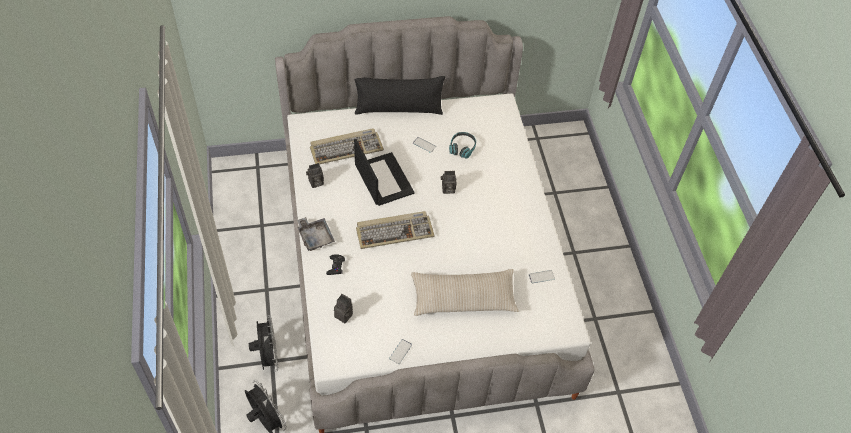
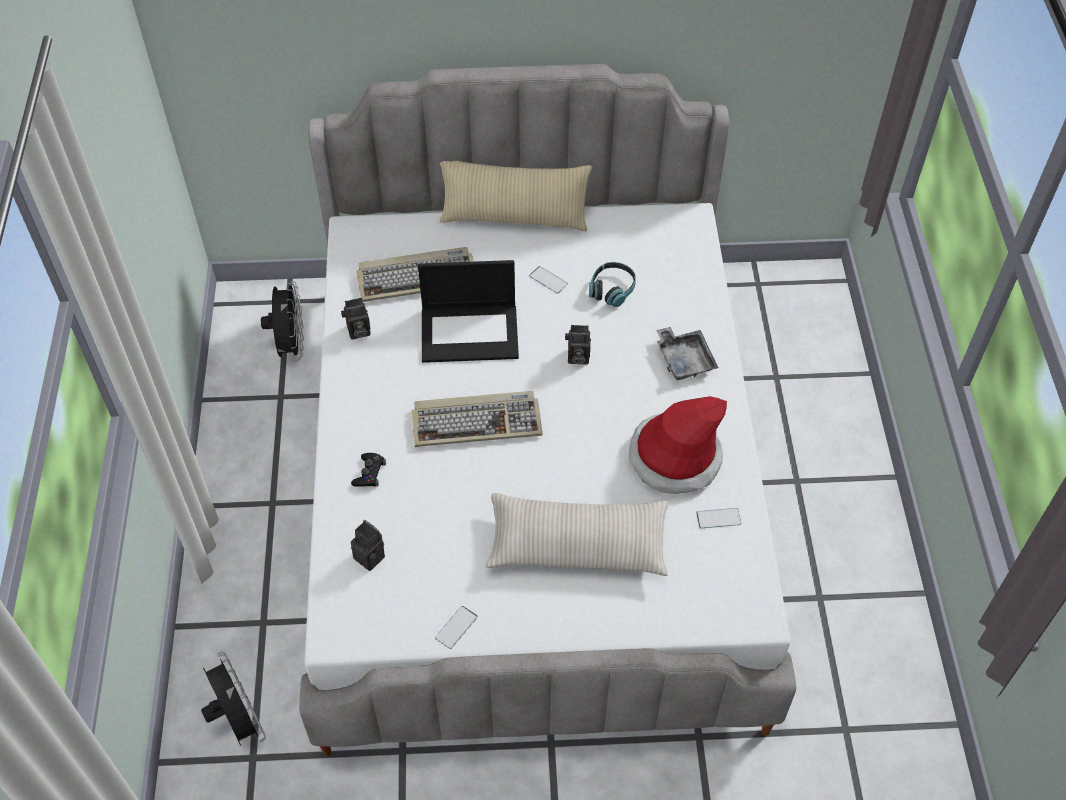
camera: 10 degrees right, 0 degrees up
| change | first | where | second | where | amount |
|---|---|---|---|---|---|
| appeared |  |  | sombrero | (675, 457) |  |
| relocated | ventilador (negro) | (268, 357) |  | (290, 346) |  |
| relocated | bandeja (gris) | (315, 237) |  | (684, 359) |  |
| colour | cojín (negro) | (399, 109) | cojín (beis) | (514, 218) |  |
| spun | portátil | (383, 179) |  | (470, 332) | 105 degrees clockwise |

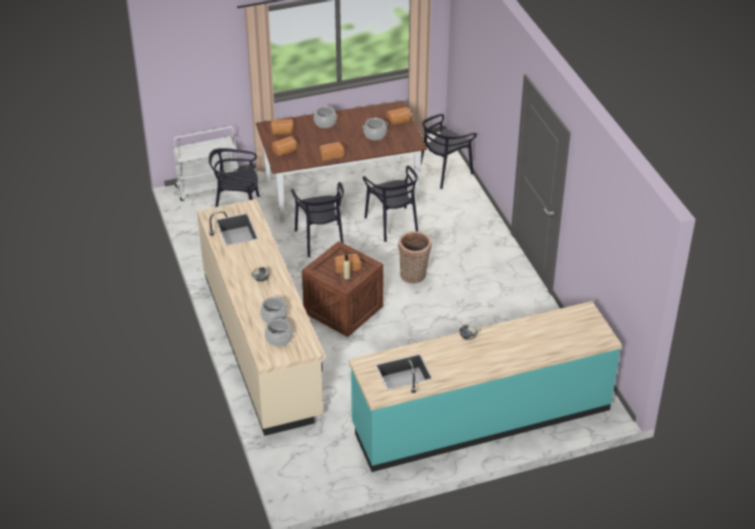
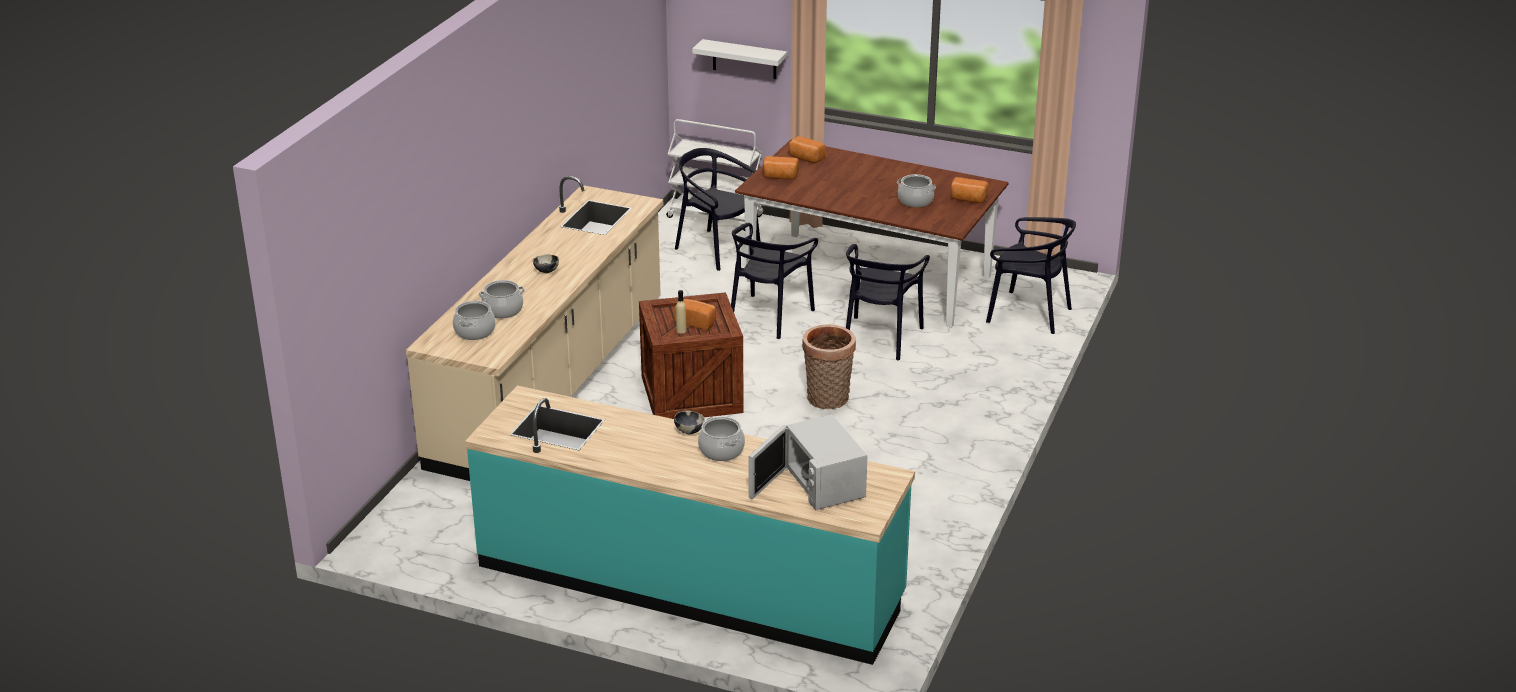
camera: 40 degrees right, 10 degrees down
| change | first | where | second | where | amount |
|---|---|---|---|---|---|
| missing | pan | (331, 155) |  |  |  |
| appeared |  |  | estante (blanco) | (744, 59) |  |
| appeared |  |  | microondas (blanco) | (819, 482) |  |
| relocated | olla | (325, 123) |  | (721, 450) |  |
| spun | silla (negro) | (444, 172) |  | (1028, 314) | 150 degrees counterclockwise |

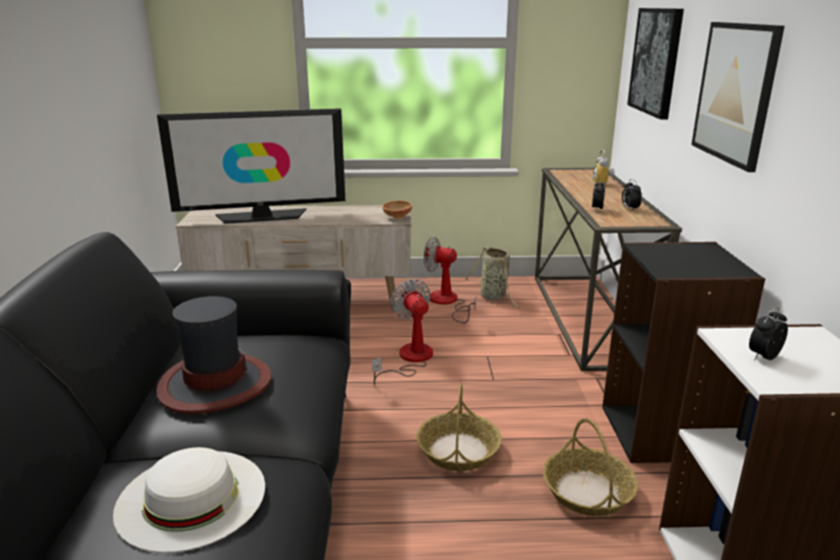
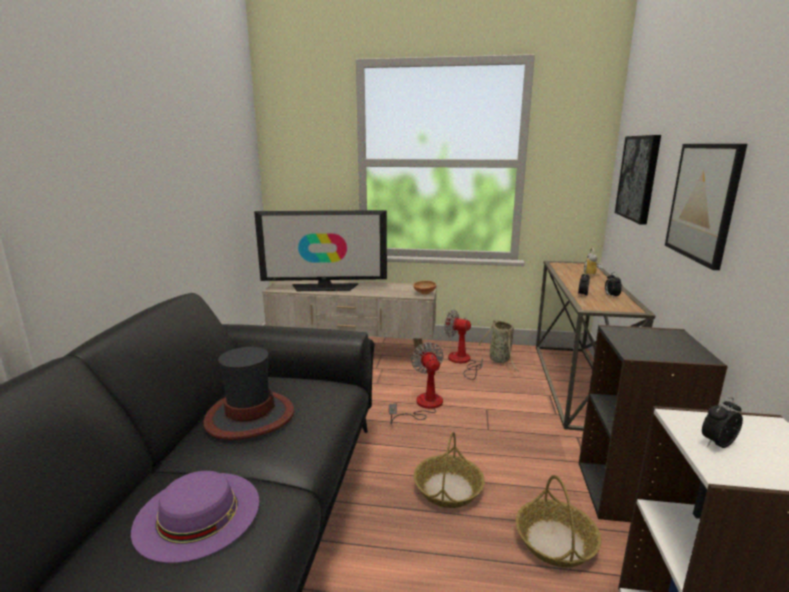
camera: 10 degrees right, 5 degrees down
| change | first | where | second | where | amount |
|---|---|---|---|---|---|
| colour | sombrero (blanco) | (191, 497) | sombrero (morado) | (198, 513) |  |

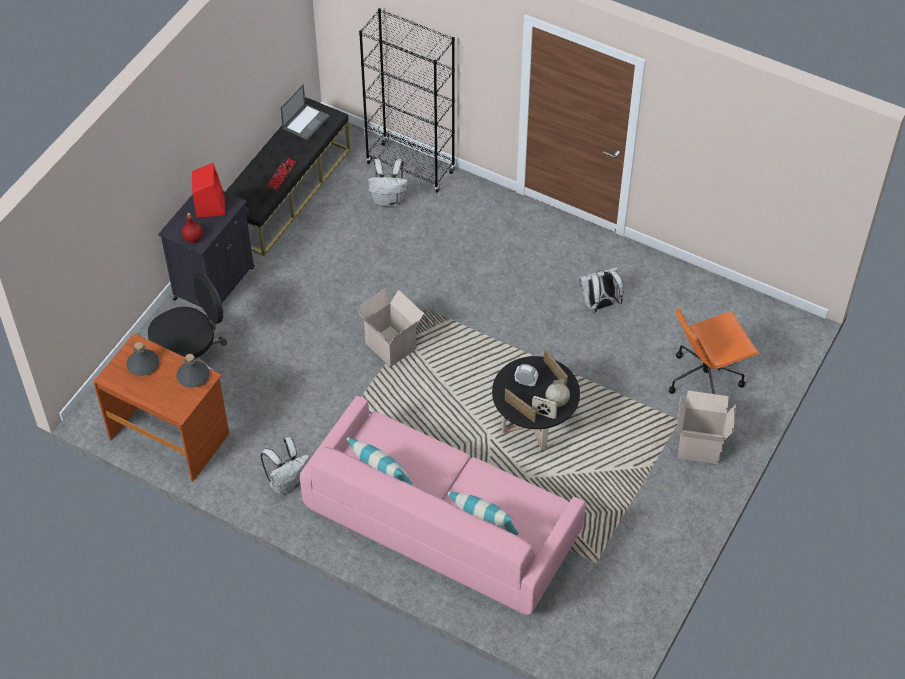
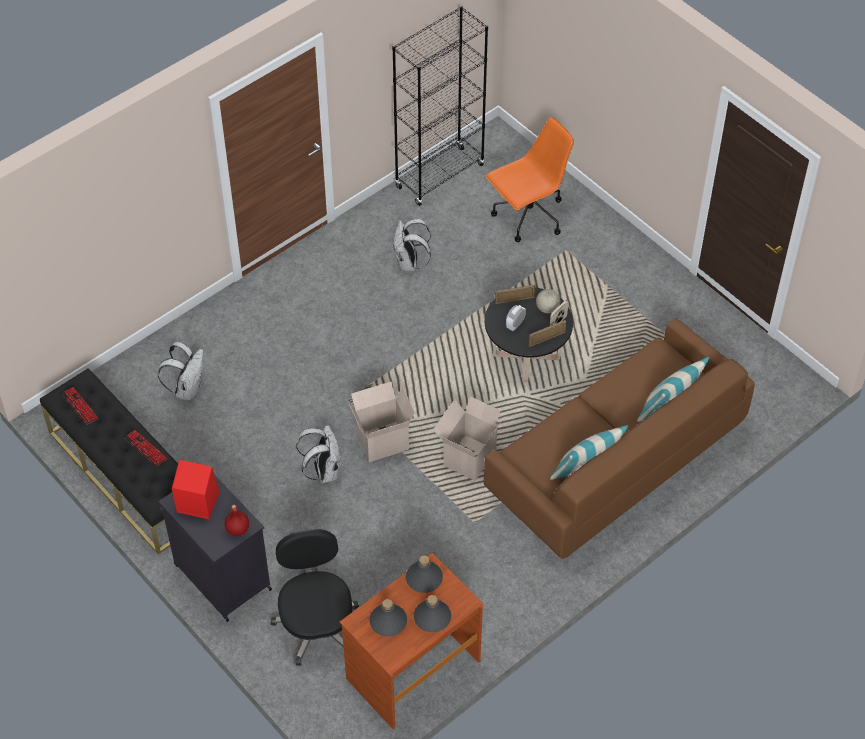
camera: 70 degrees left, 0 degrees up
| change | first | where | second | where | amount |
|---|---|---|---|---|---|
| appeared |  |  | botella (gris) | (432, 618) |  |
| relocated | mochila (blanco) | (287, 483) |  | (324, 471) |  |
| relocated | estantería (negro) | (410, 167) |  | (439, 176) |  |
| relocated | caja de cartón | (700, 445) |  | (468, 456) |  |
| exchanged | portátil | (306, 121) | teclado | (80, 406) |  |
| colour | sofá (rosa) | (442, 525) | sofá (marrón) | (613, 461) |  |
| spun | silla de oficina (naranja) | (705, 378) |  | (528, 217) | 120 degrees counterclockwise |

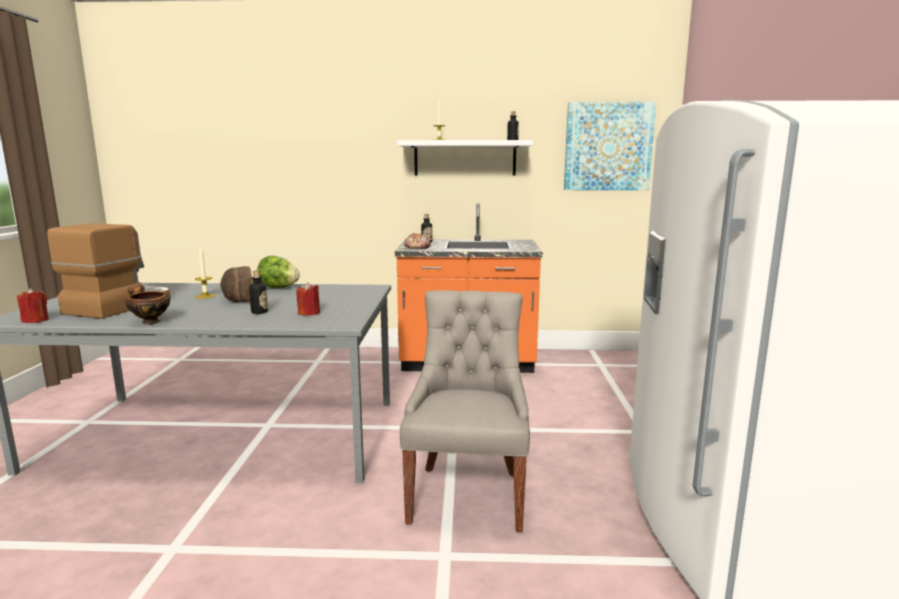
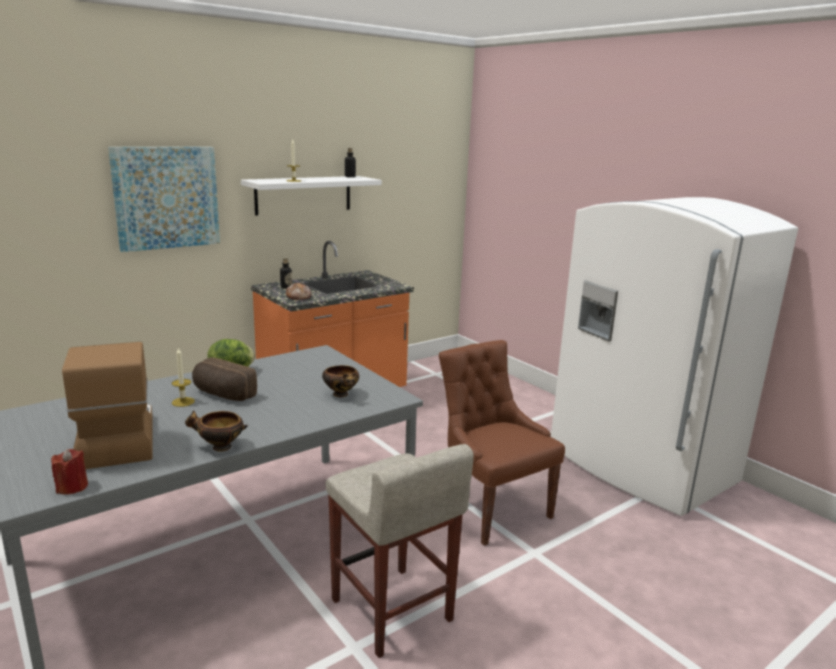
camera: 40 degrees left, 5 degrees up
| change | first | where | second | where | amount |
|---|---|---|---|---|---|
| missing | botella | (259, 312) |  |  |  |
| appeared |  |  | taburete (beis) | (392, 611) |  |
| relocated | cuadro | (608, 146) |  | (166, 197) |  |
| exchanged | vela (rojo) | (309, 313) | cuenco | (341, 395) |  |
| colour | silla (gris) | (467, 495) | silla (marrón) | (491, 508) |  |

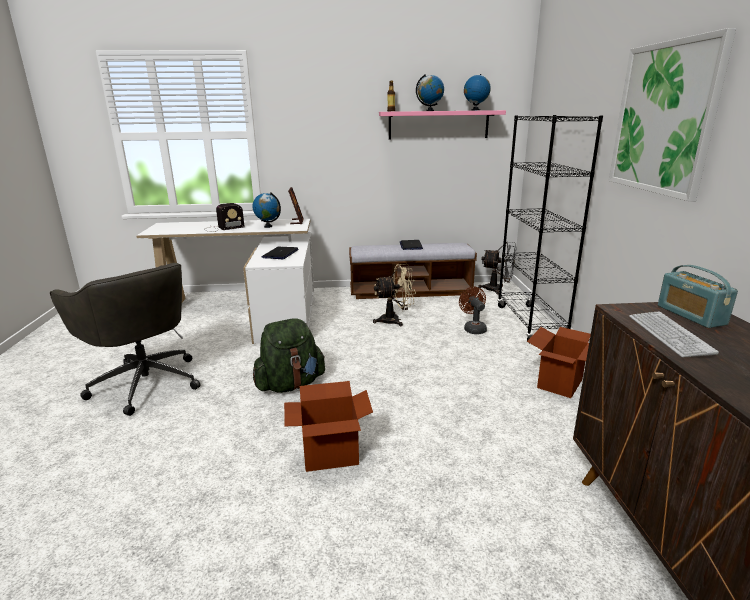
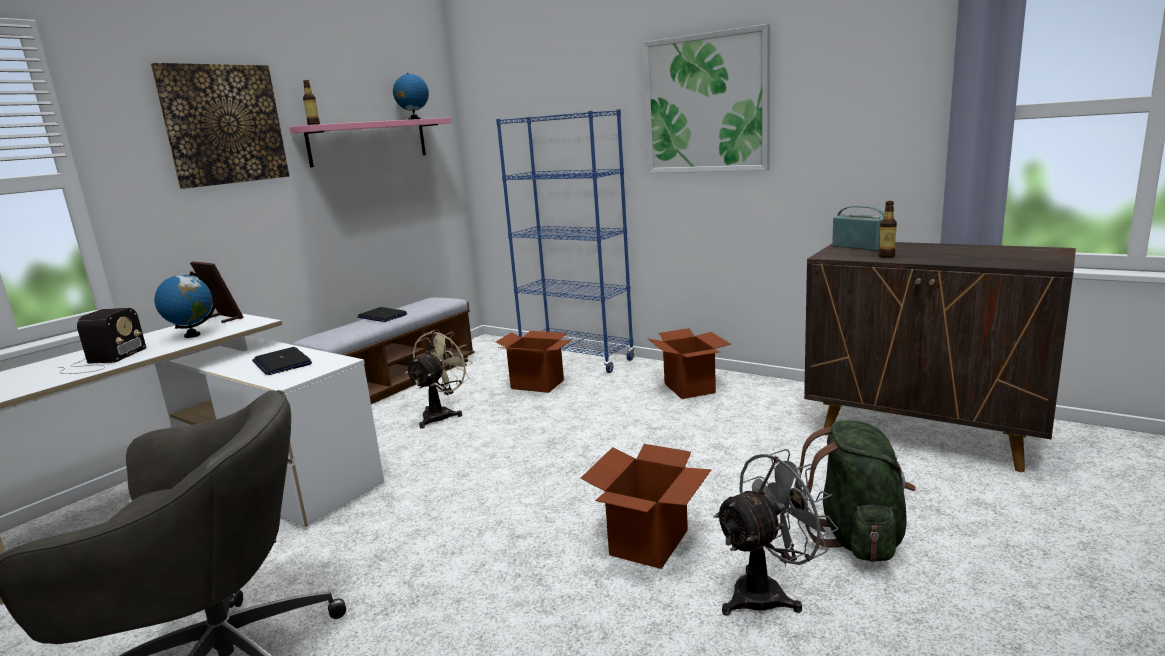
camera: 50 degrees left, 5 degrees down
| change | first | where | second | where | amount |
|---|---|---|---|---|---|
| missing | globo terráqueo | (430, 110) |  |  |  |
| appeared |  |  | cuadro | (224, 124) |  |
| relocated | mochila (verde) | (290, 384) |  | (856, 537) |  |
| relocated | ventilador (gris) | (497, 290) |  | (768, 592) |  |
| exchanged | ventilador (marrón) | (473, 328) | caja de cartón | (538, 384) |  |
| exchanged | teclado | (669, 335) | botella | (886, 256) |  |
| colour | estantería (negro) | (530, 323) | estantería (azul) | (577, 359) |  |
| spun | radio | (690, 315) |  | (860, 247) | 150 degrees counterclockwise |

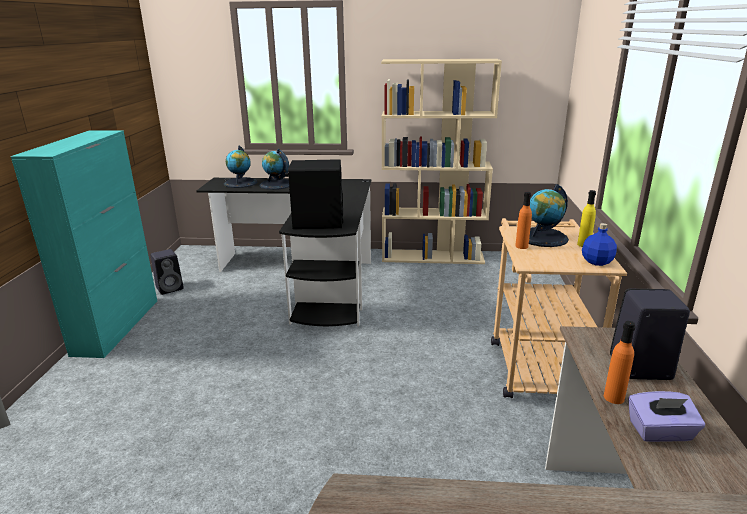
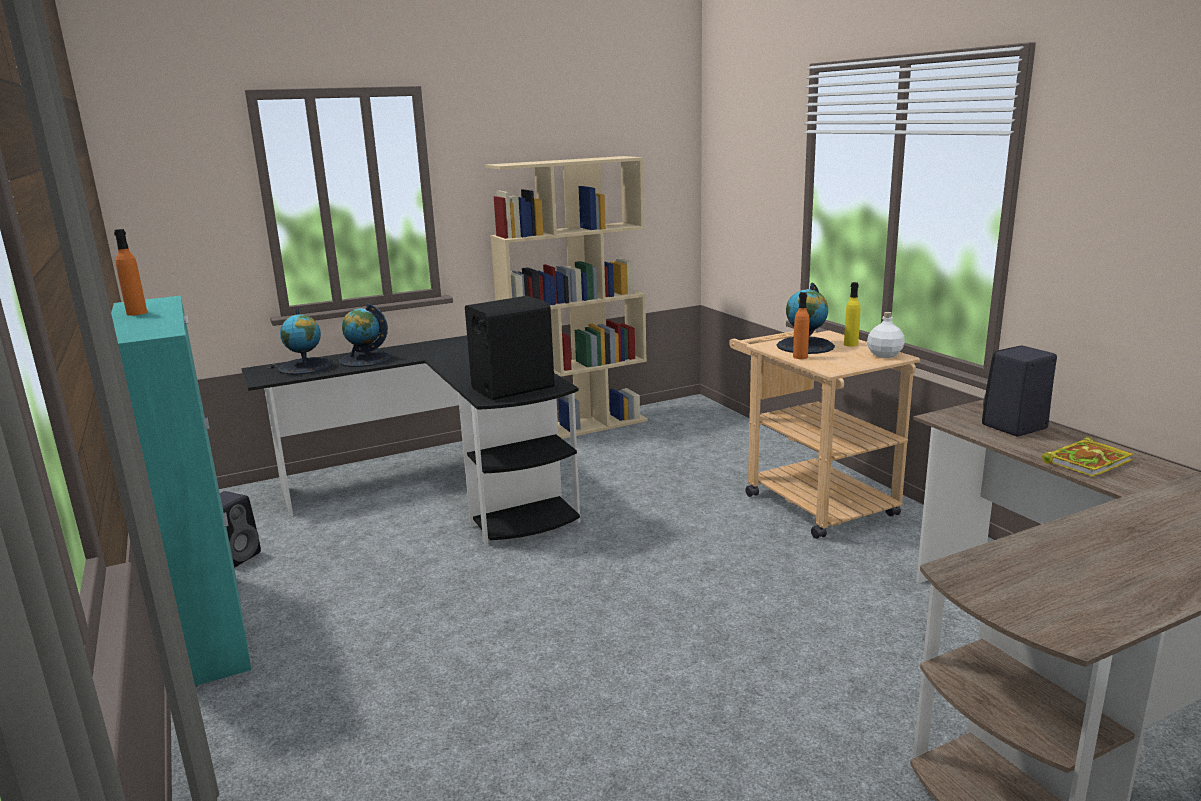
camera: 30 degrees left, 5 degrees down
| change | first | where | second | where | amount |
|---|---|---|---|---|---|
| relocated | botella (naranja) | (613, 397) |  | (137, 313) |  |
| exchanged | caja de pañuelos (morado) | (660, 432) | libro | (1087, 461) |  |
| colour | botella (azul) | (597, 262) | botella (blanco) | (884, 355) |  |

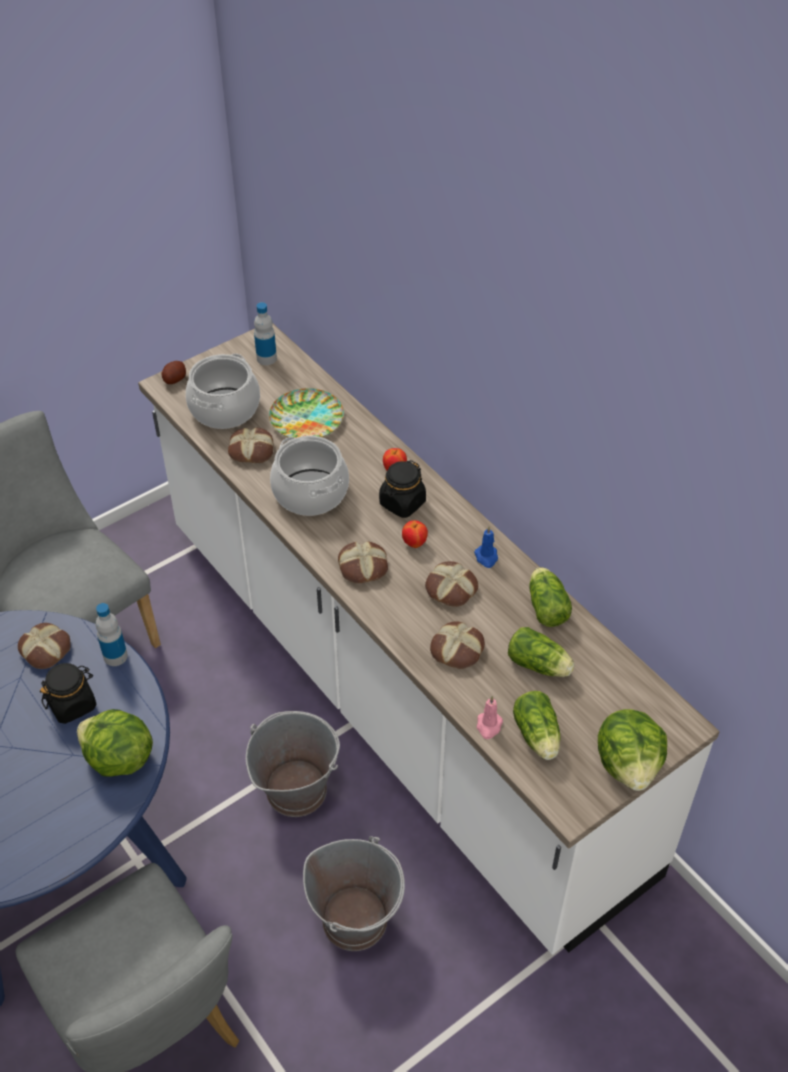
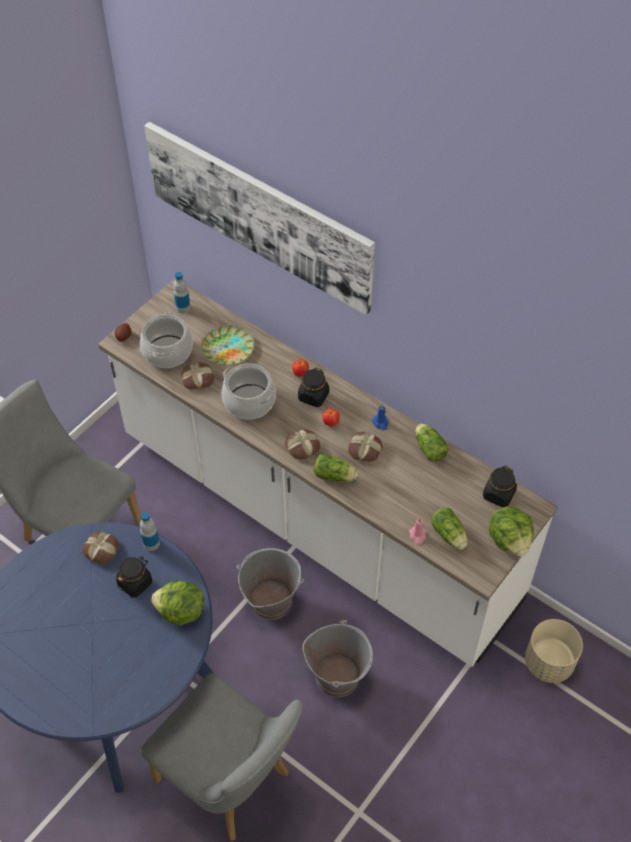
camera: 15 degrees left, 5 degrees up
| change | first | where | second | where | amount |
|---|---|---|---|---|---|
| missing | pan | (458, 650) |  |  |  |
| appeared |  |  | cuadro | (258, 215) |  |
| appeared |  |  | tarro (negro) | (498, 495) |  |
| appeared |  |  | maceta (beis) | (549, 663) |  |
| relocated | lechuga | (540, 665) |  | (335, 476) |  |

